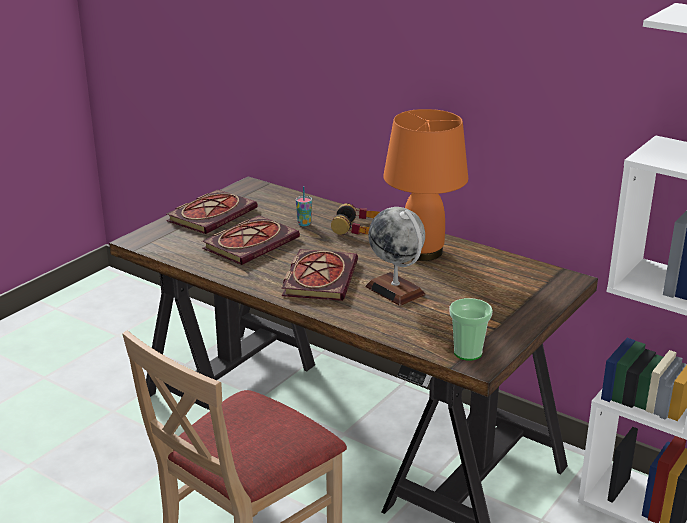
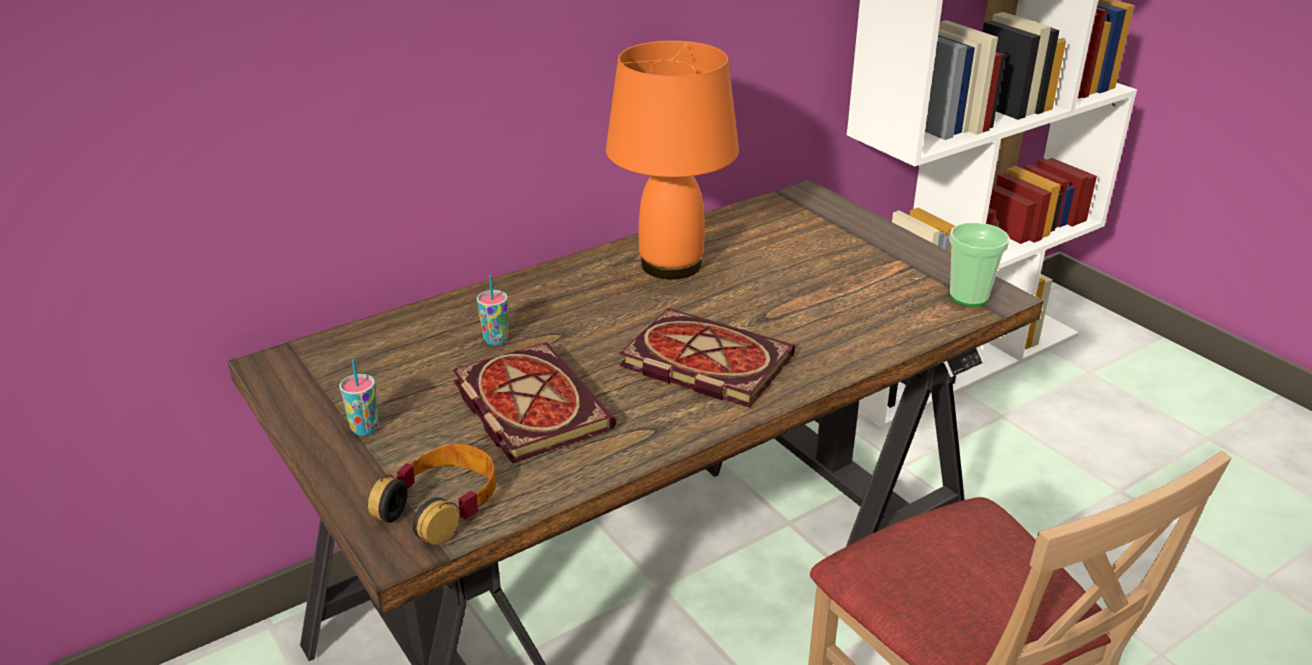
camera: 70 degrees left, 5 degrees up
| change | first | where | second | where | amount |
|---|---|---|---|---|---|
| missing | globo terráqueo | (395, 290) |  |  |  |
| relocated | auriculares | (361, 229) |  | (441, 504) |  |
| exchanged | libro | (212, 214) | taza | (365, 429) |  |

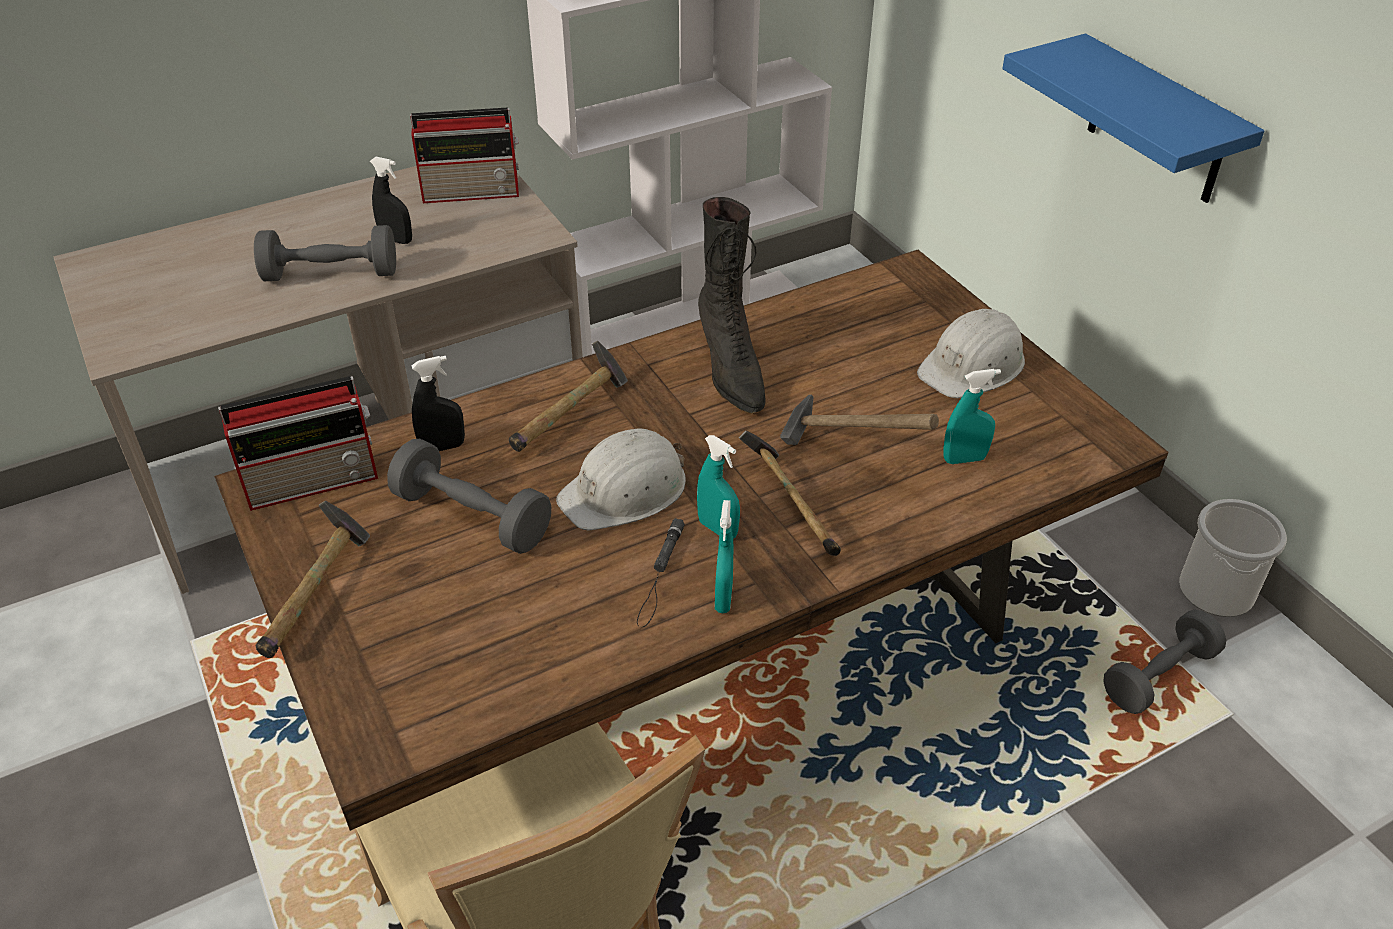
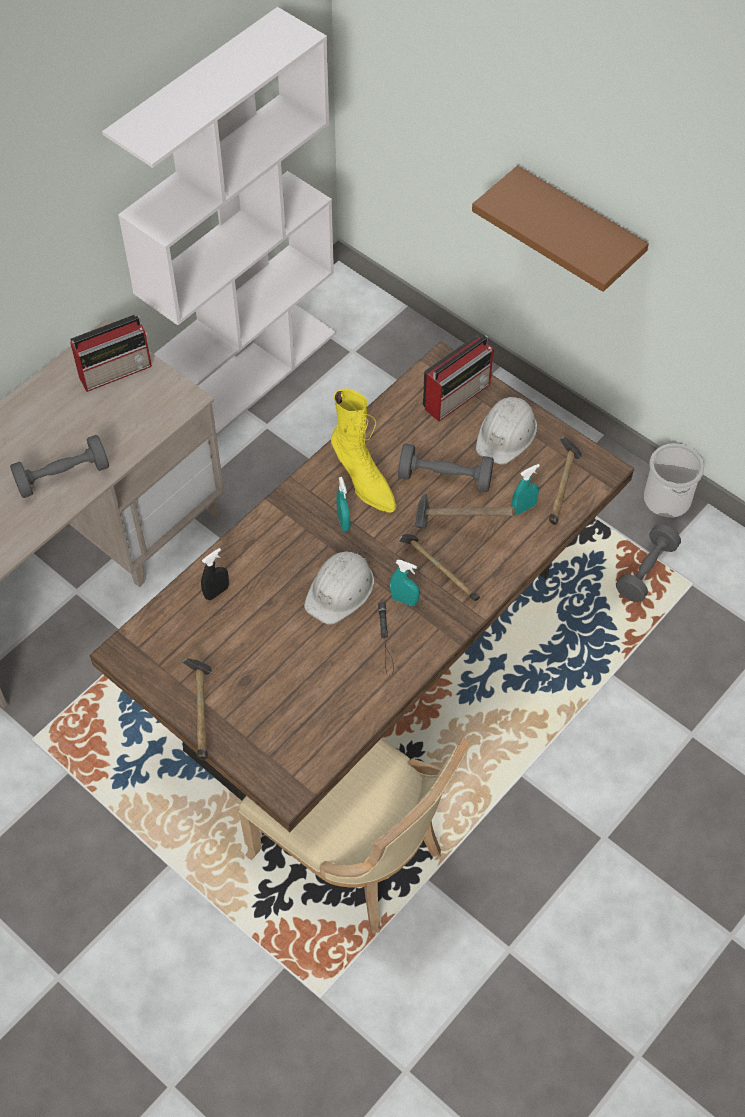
camera: 20 degrees left, 15 degrees up
| change | first | where | second | where | amount |
|---|---|---|---|---|---|
| missing | pulverizador (negro) | (396, 240) |  |  |  |
| relocated | radio | (315, 480) |  | (458, 395) |  |
| relocated | mancuerna (gris) | (472, 517) |  | (445, 478) |  |
| relocated | martillo | (571, 415) |  | (562, 487) |  |
| relocated | pulverizador (turquesa) | (723, 597) |  | (343, 522) |  |
| colour | bota (negro) | (731, 371) | bota (amarillo) | (363, 481) |  |
| colour | estante (azul) | (1157, 122) | estante (marrón) | (578, 226) |  |

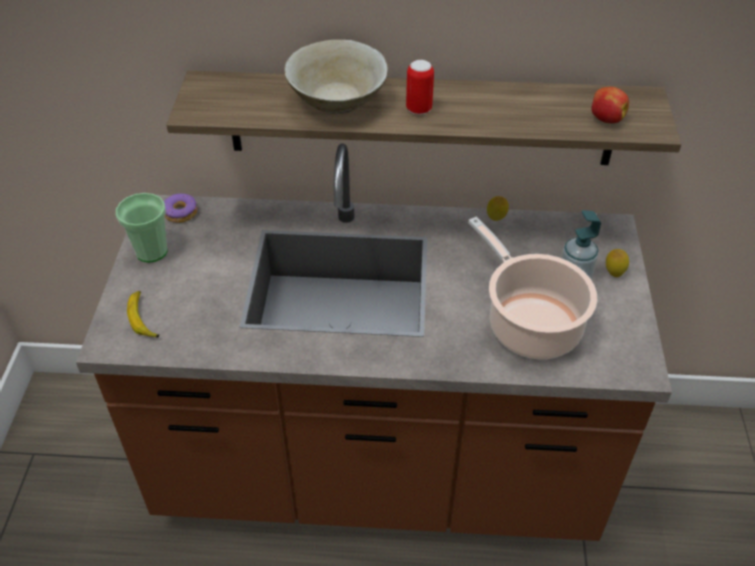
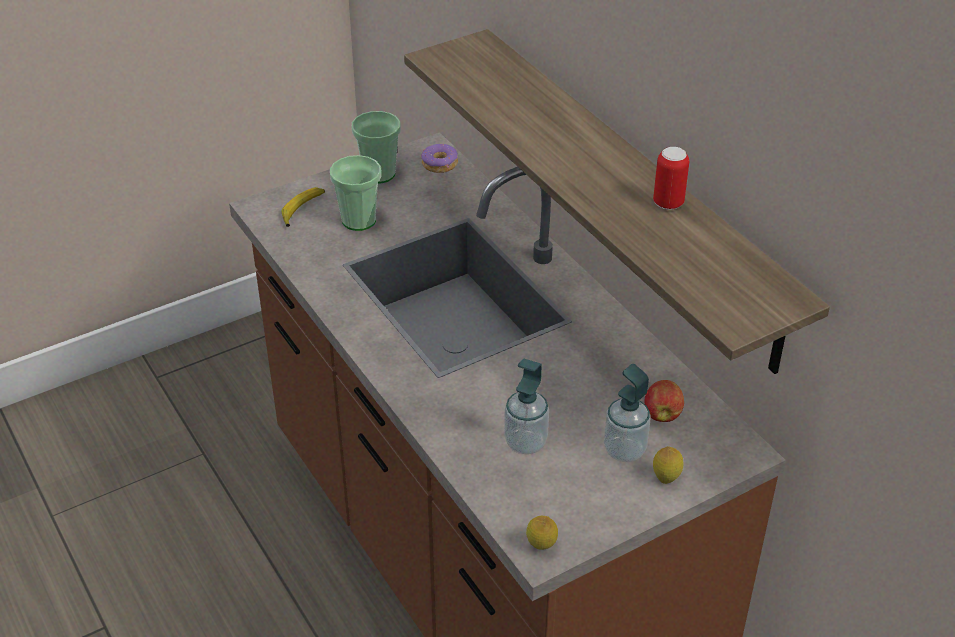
camera: 55 degrees right, 5 degrees down
| change | first | where | second | where | amount |
|---|---|---|---|---|---|
| missing | cuenco (beis) | (337, 102) |  |  |  |
| appeared |  |  | taza | (359, 220) |  |
| relocated | lata | (419, 109) |  | (668, 203) |  |
| relocated | limón | (496, 219) |  | (541, 547) |  |
| relocated | manzana | (605, 119) |  | (662, 414) |  |
| exchanged | olla | (530, 323) | dispensador de jabón | (525, 442) |  |

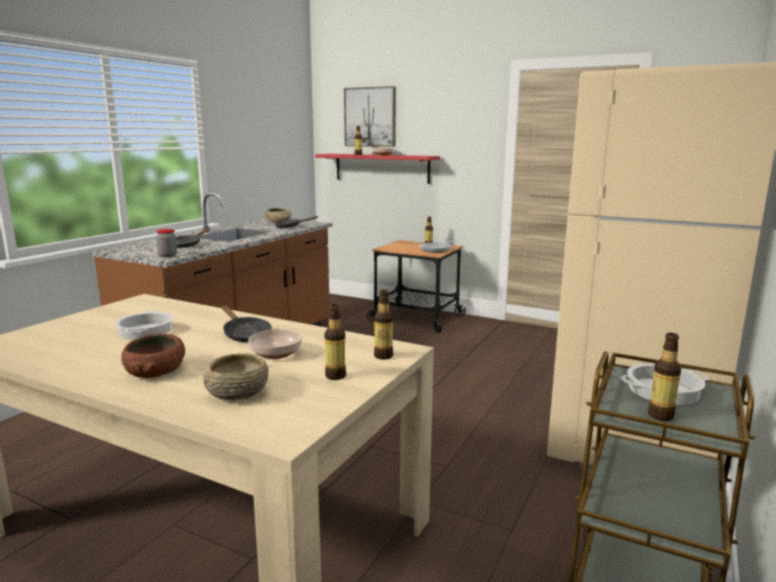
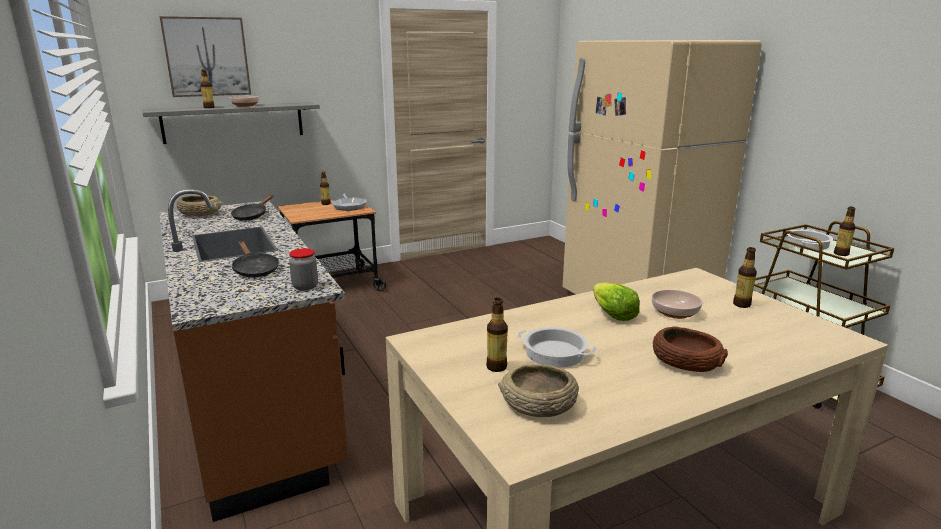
camera: 55 degrees left, 5 degrees up
| change | first | where | second | where | amount |
|---|---|---|---|---|---|
| relocated | cuenco (beis) | (237, 391) |  | (538, 405) |  |
| relocated | botella | (383, 356) |  | (496, 367) |  |
| exchanged | sartén (negro) | (245, 335) | lechuga | (612, 314) |  |
| colour | estante (rojo) | (381, 168) | estante (gris) | (234, 122) |  |

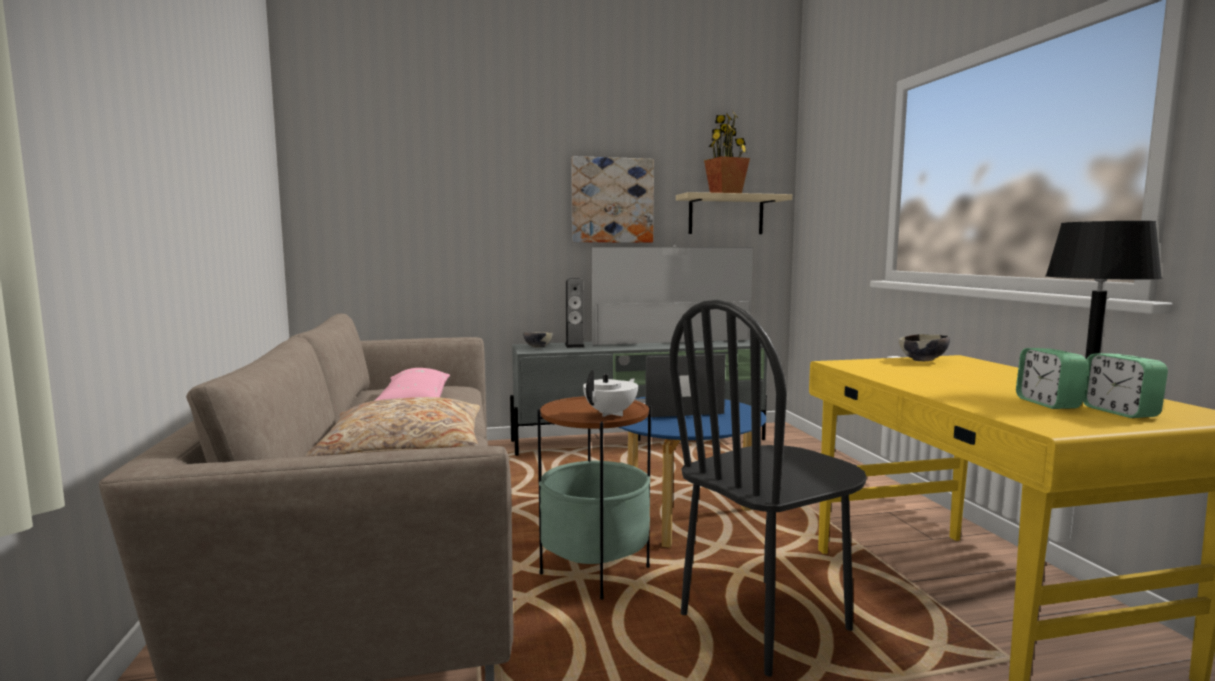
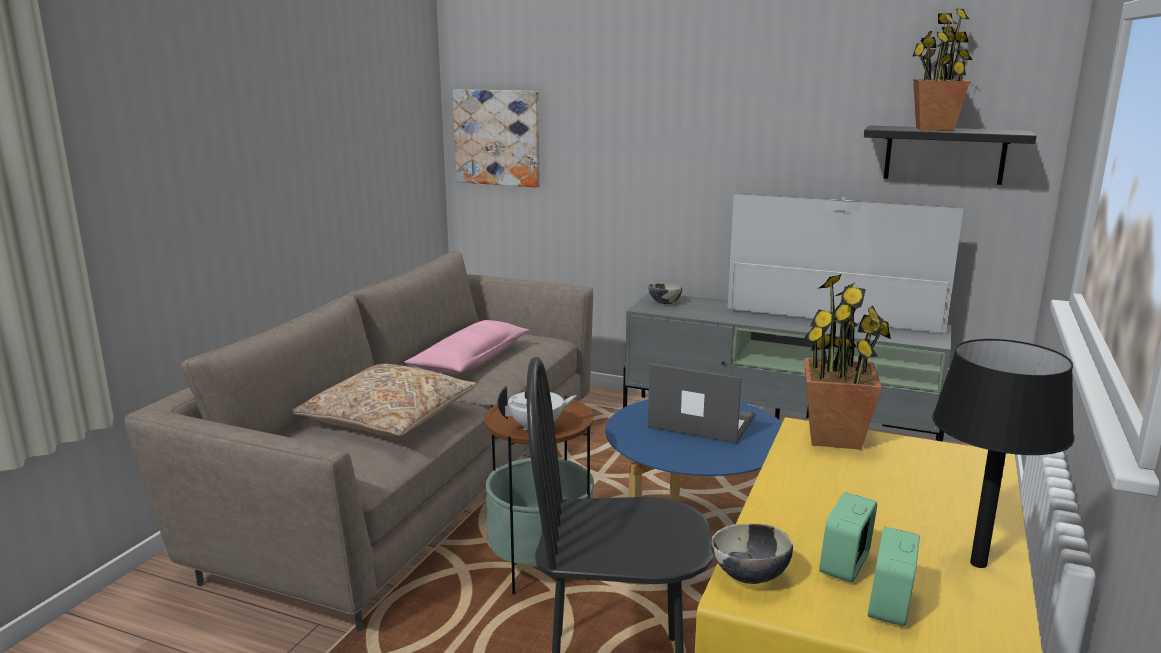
camera: 35 degrees right, 10 degrees up
| change | first | where | second | where | amount |
|---|---|---|---|---|---|
| missing | altavoz | (574, 345) |  |  |  |
| appeared |  |  | planta en maceta | (834, 437) |  |
| relocated | cuadro | (612, 200) |  | (497, 137) |  |
| relocated | cuenco | (922, 360) |  | (749, 577) |  |
| colour | estante (beis) | (726, 215) | estante (negro) | (944, 154) |  |

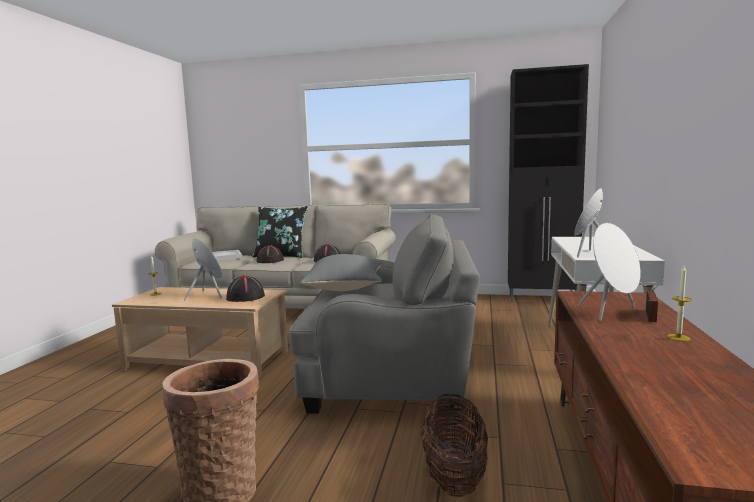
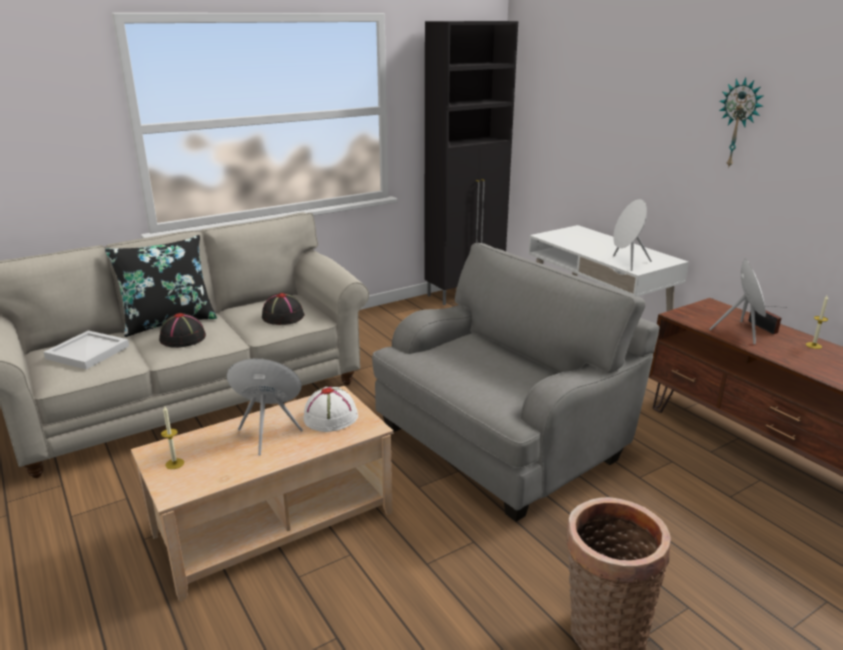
camera: 45 degrees left, 15 degrees up
| change | first | where | second | where | amount |
|---|---|---|---|---|---|
| missing | cojín (gris) | (345, 289) |  |  |  |
| missing | cesta | (454, 476) |  |  |  |
| appeared |  |  | reloj de pared | (739, 123) |  |
| colour | sombrero (negro) | (246, 297) | sombrero (blanco) | (331, 417) |  |

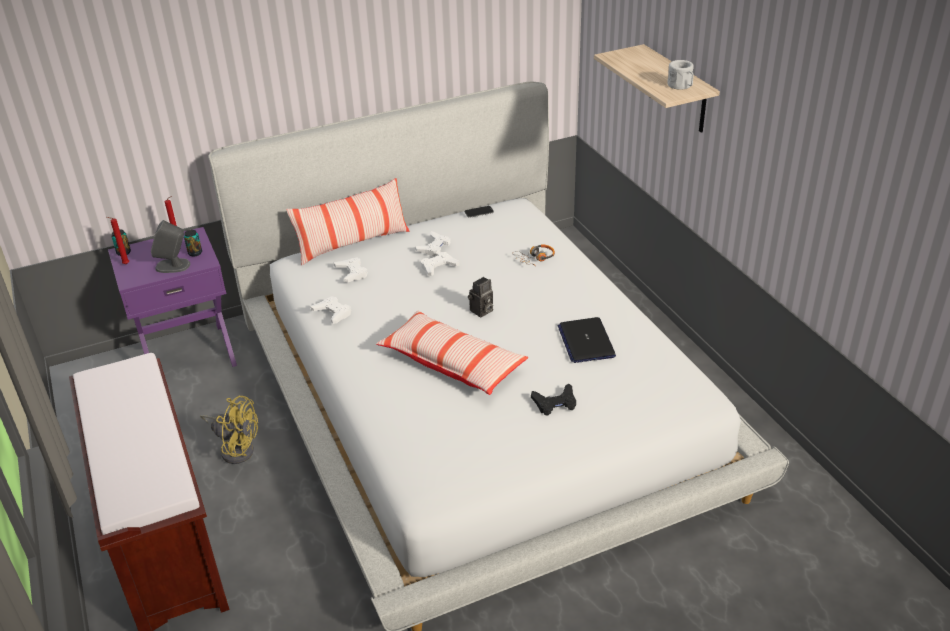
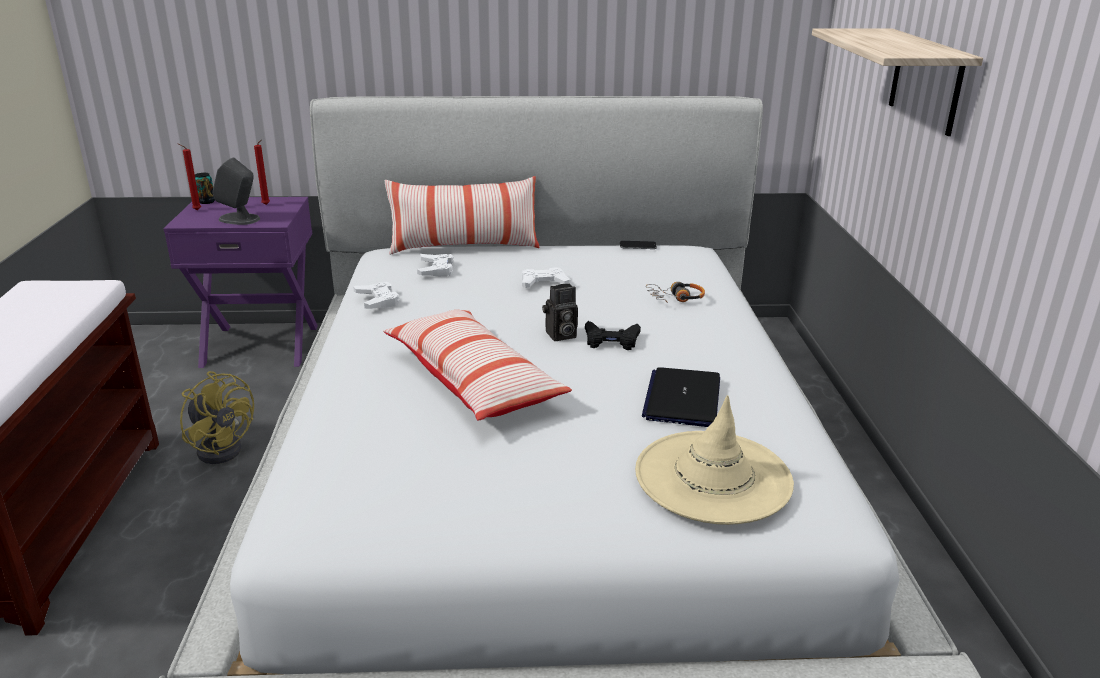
camera: 20 degrees right, 10 degrees down
| change | first | where | second | where | amount |
|---|---|---|---|---|---|
| missing | lata | (195, 253) |  |  |  |
| missing | mando de consola (blanco) | (434, 247) |  |  |  |
| missing | taza grande (blanco) | (681, 86) |  |  |  |
| appeared |  |  | sombrero (beis) | (712, 477) |  |
| relocated | mando de consola (negro) | (555, 403) |  | (611, 340) |  |

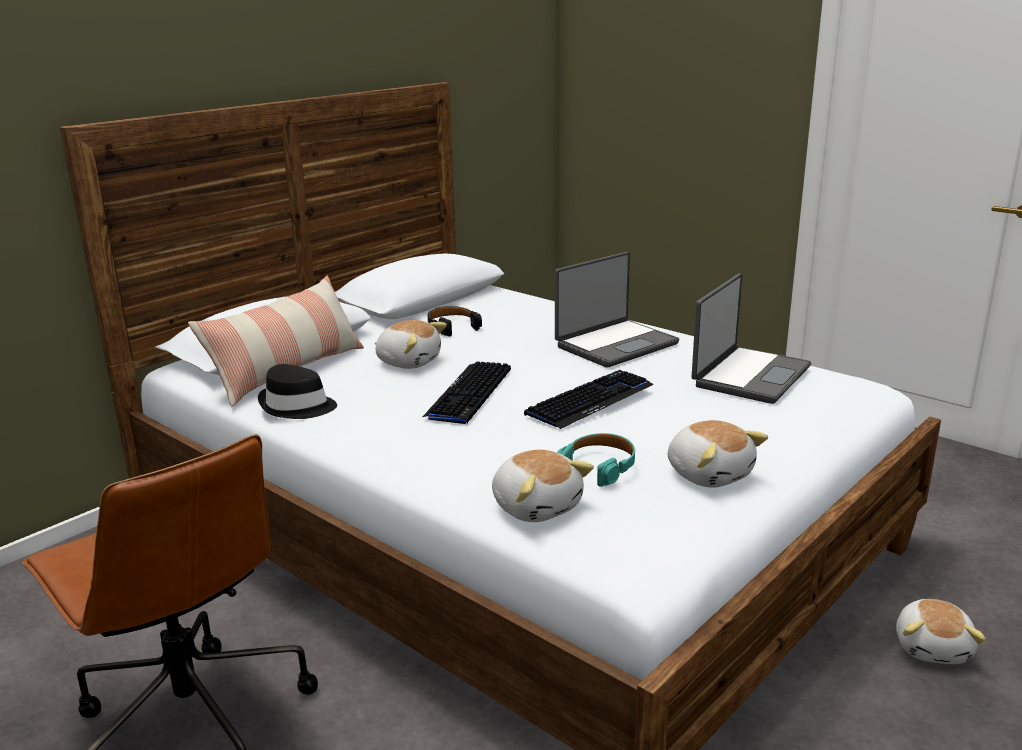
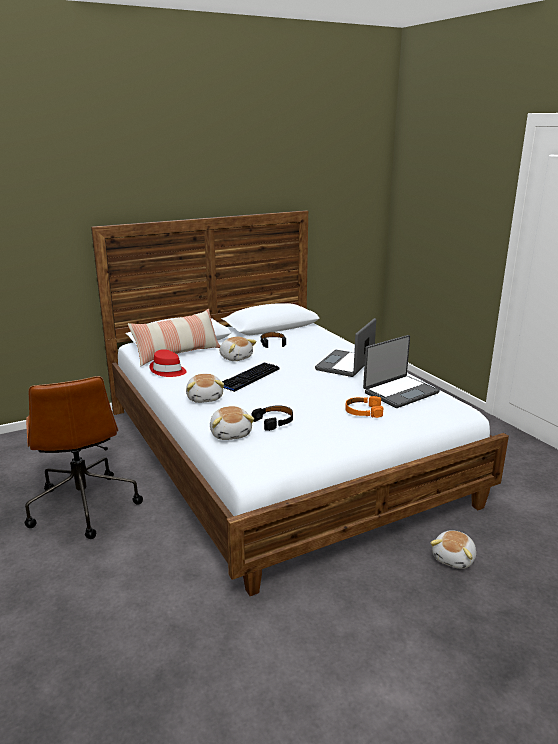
camera: 20 degrees right, 0 degrees up
| change | first | where | second | where | amount |
|---|---|---|---|---|---|
| missing | teclado | (590, 400) |  |  |  |
| appeared |  |  | auriculares (naranja) | (363, 411) |  |
| relocated | peluche | (709, 474) |  | (205, 398) |  |
| colour | sombrero (negro) | (297, 406) | sombrero (rojo) | (168, 371) |  |
| colour | auriculares (turquesa) | (599, 466) | auriculares (negro) | (274, 421) |  |
| spun | portátil | (615, 344) |  | (346, 364) | 135 degrees clockwise |

